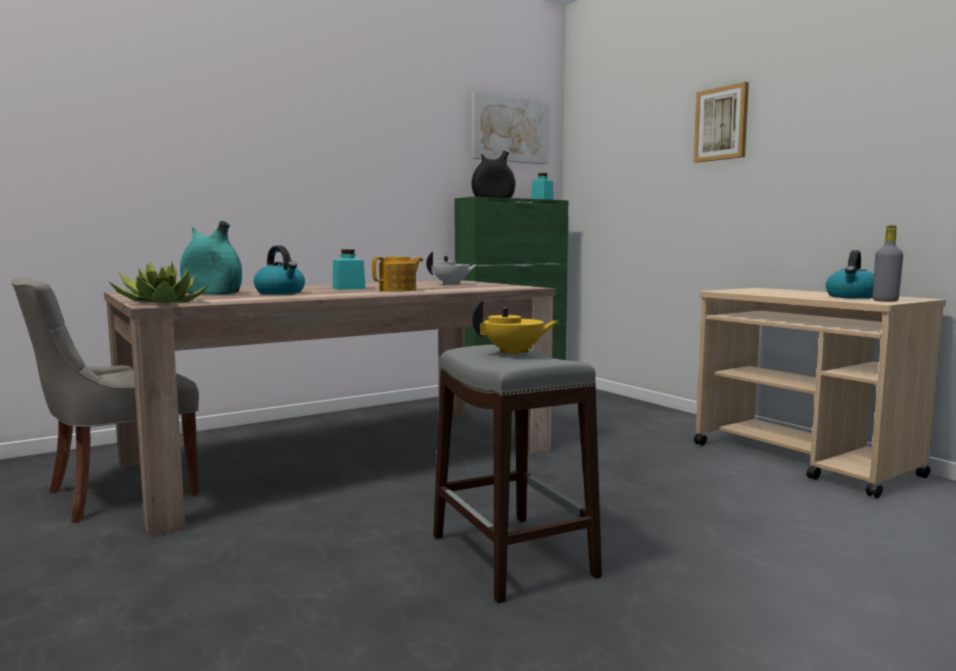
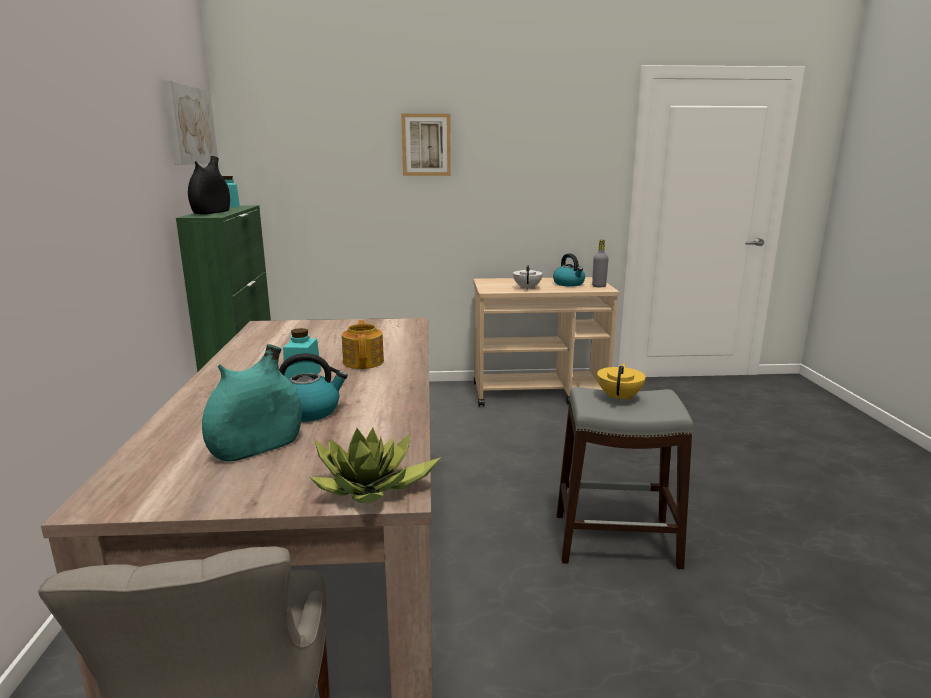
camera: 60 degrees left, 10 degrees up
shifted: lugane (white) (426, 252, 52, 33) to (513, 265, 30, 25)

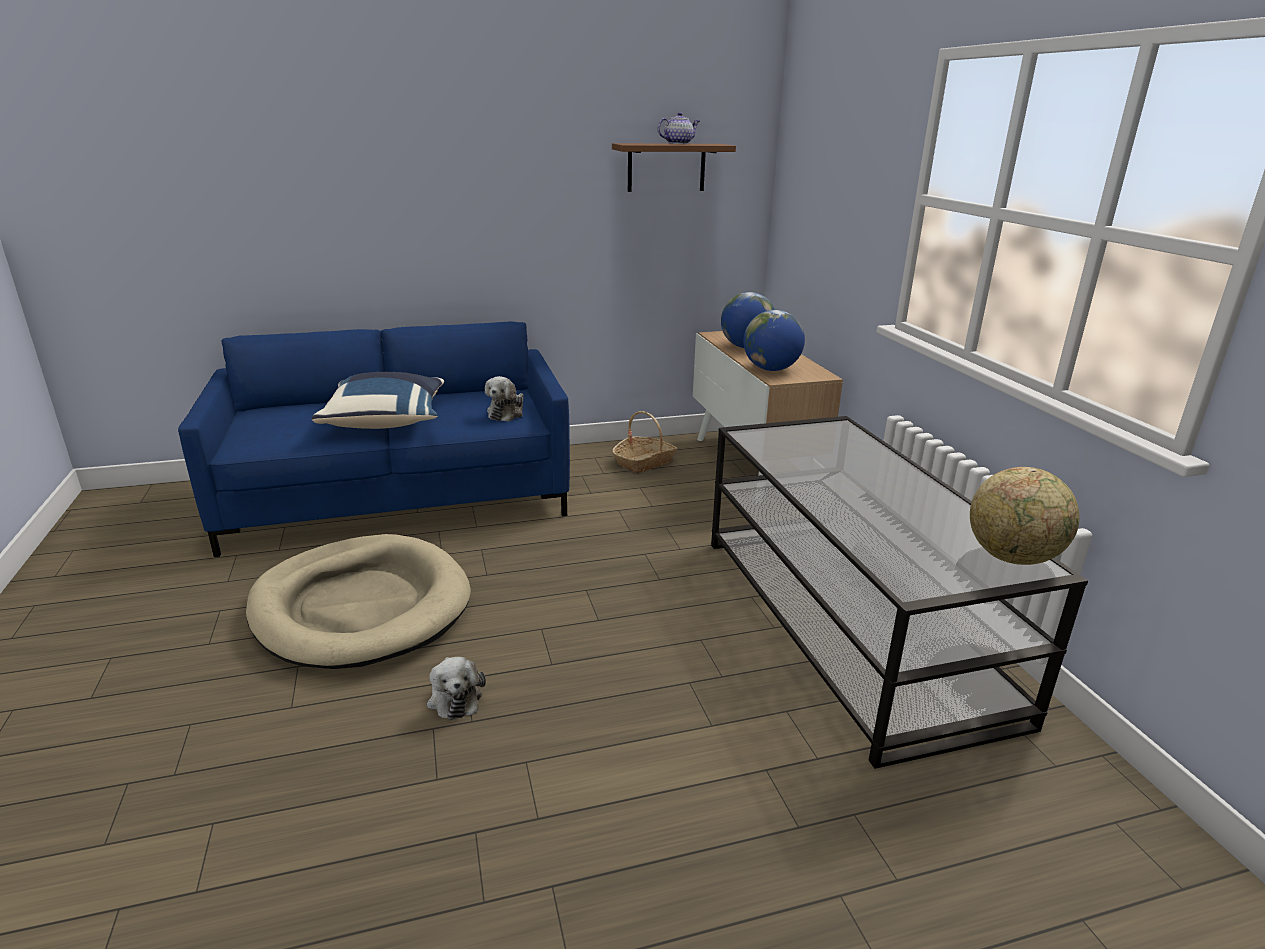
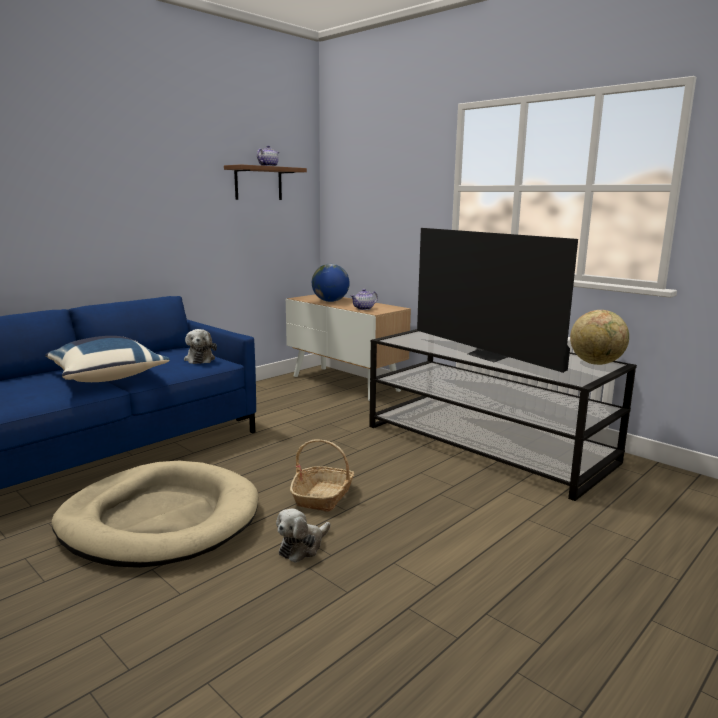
camera: 30 degrees left, 10 degrees down
new: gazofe (417, 228, 161, 145)
shifted: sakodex (612, 411, 66, 62) to (290, 439, 64, 73)
swapped: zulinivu (743, 310, 62, 61) to lugane (351, 289, 27, 21)
rotated: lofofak (427, 657, 59, 63) = (276, 508, 55, 55) 90 degrees clockwise

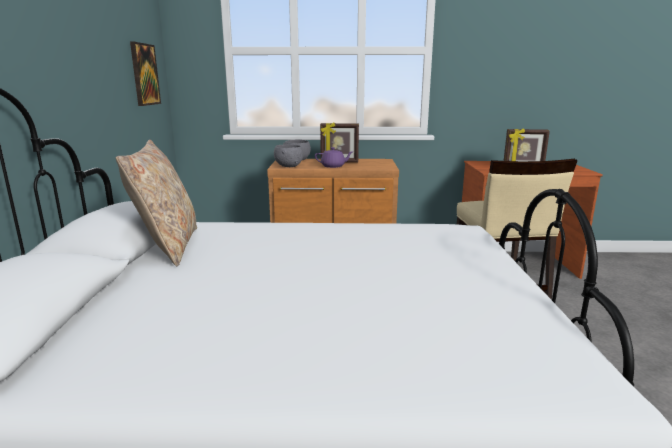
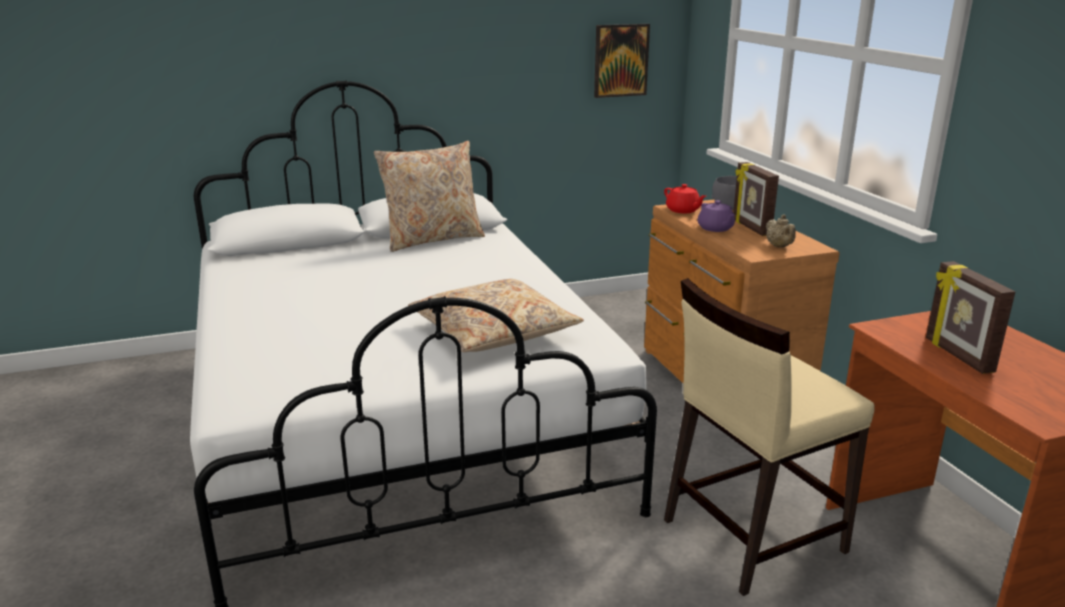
camera: 70 degrees right, 5 degrees up
new: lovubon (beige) (408, 279, 176, 73); lugane (beige) (766, 214, 30, 33)
swapped: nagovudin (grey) (274, 144, 29, 23) to lugane (red) (664, 184, 42, 29)

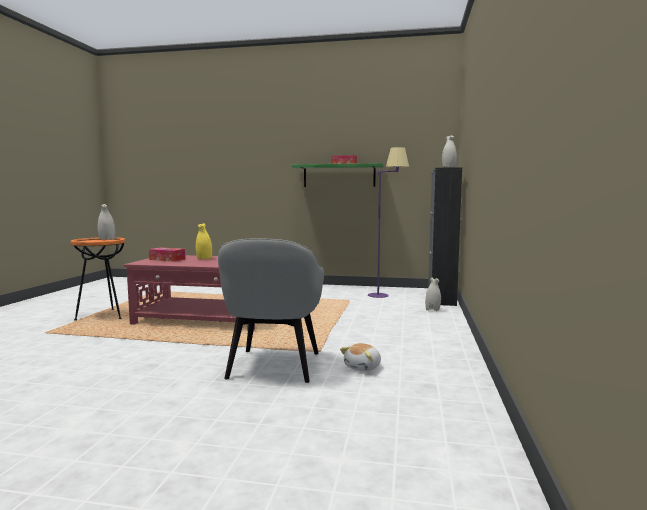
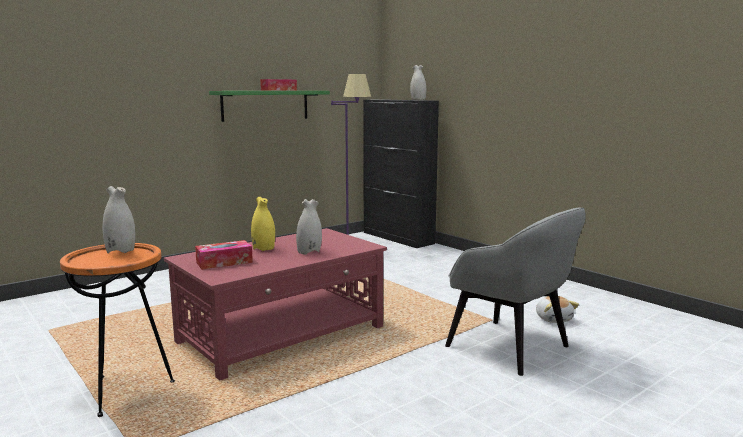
camera: 50 degrees left, 5 degrees up
shifted: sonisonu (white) (425, 278, 16, 33) to (296, 199, 26, 56)

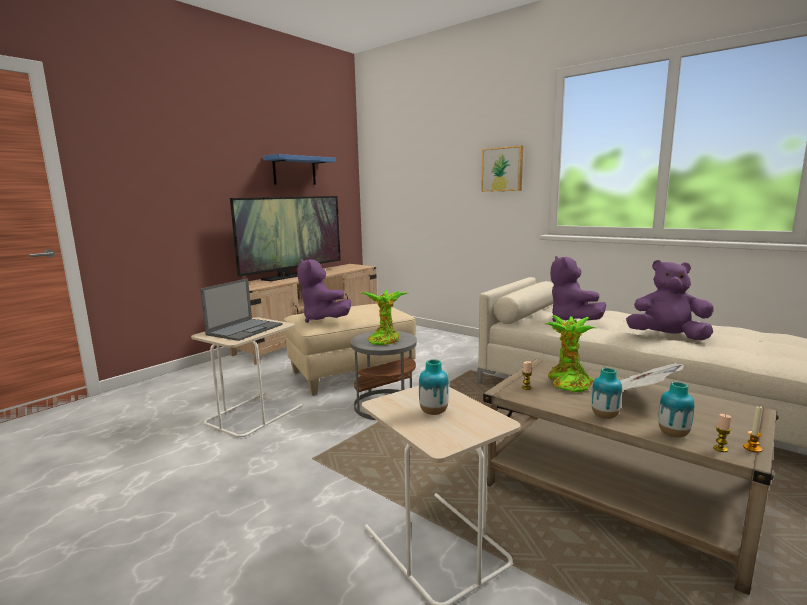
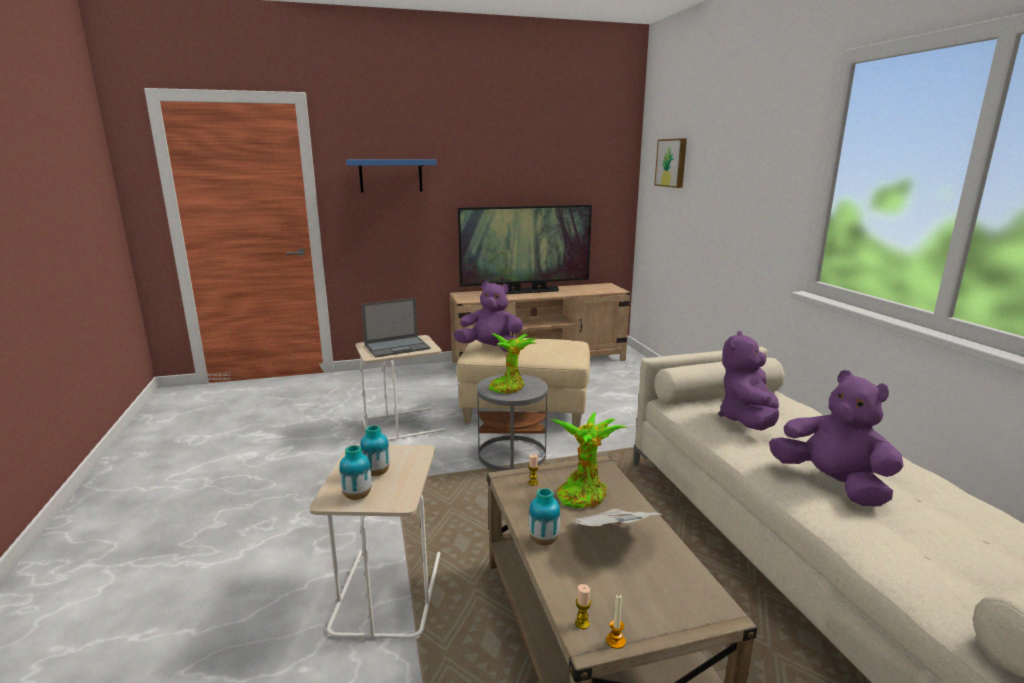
camera: 35 degrees right, 5 degrees up
shifted: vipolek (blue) (263, 154, 73, 31) to (346, 159, 91, 34); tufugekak (481, 146, 42, 46) to (654, 138, 33, 50); sonisonu (658, 382, 36, 55) to (340, 445, 32, 55)
rotated: lofofak (purple) (297, 259, 54, 64) = (453, 281, 70, 71) 105 degrees clockwise

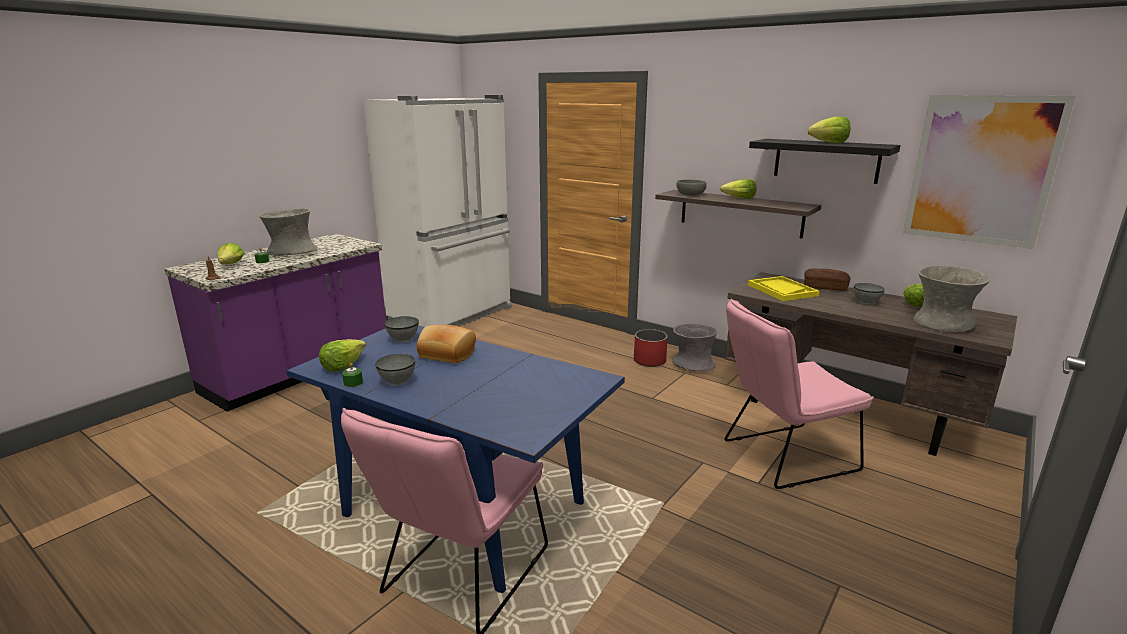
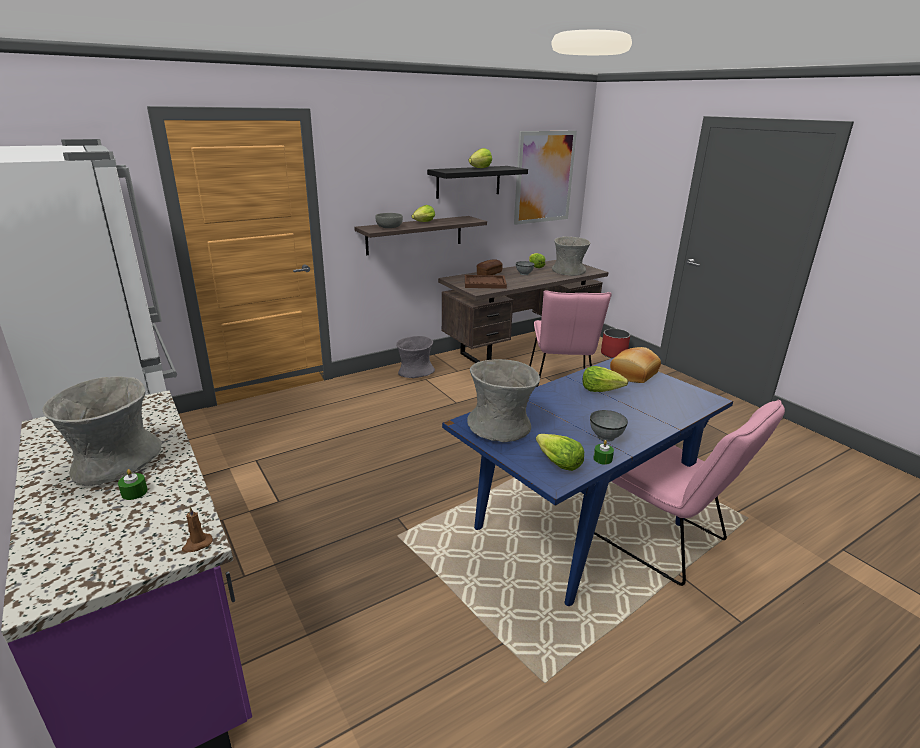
camera: 70 degrees left, 5 degrees up
shifted: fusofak (218, 243, 26, 22) to (582, 366, 46, 26); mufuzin (417, 325, 59, 38) to (610, 347, 51, 36); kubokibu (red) (634, 329, 34, 38) to (601, 329, 29, 29)
swapped: nagovudin (grey) (385, 316, 34, 27) to sonisonu (grey) (467, 359, 73, 83)
repainted: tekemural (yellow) (748, 276, 72, 25) to tekemural (brown) (465, 275, 42, 14)

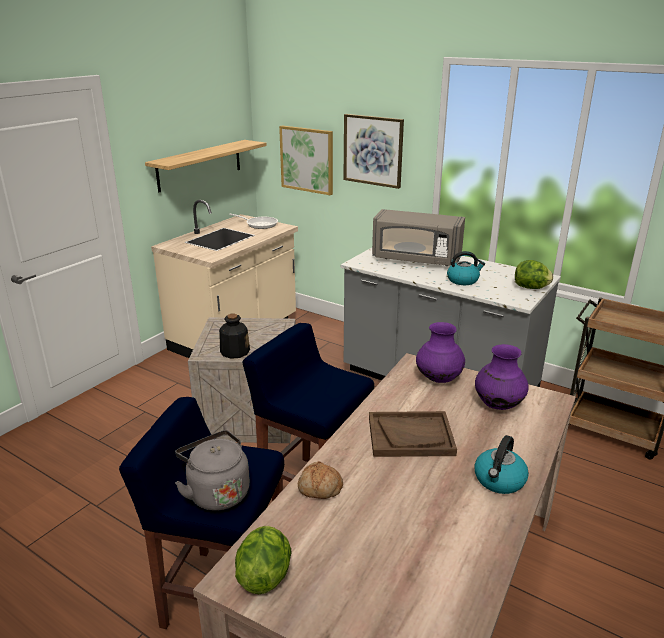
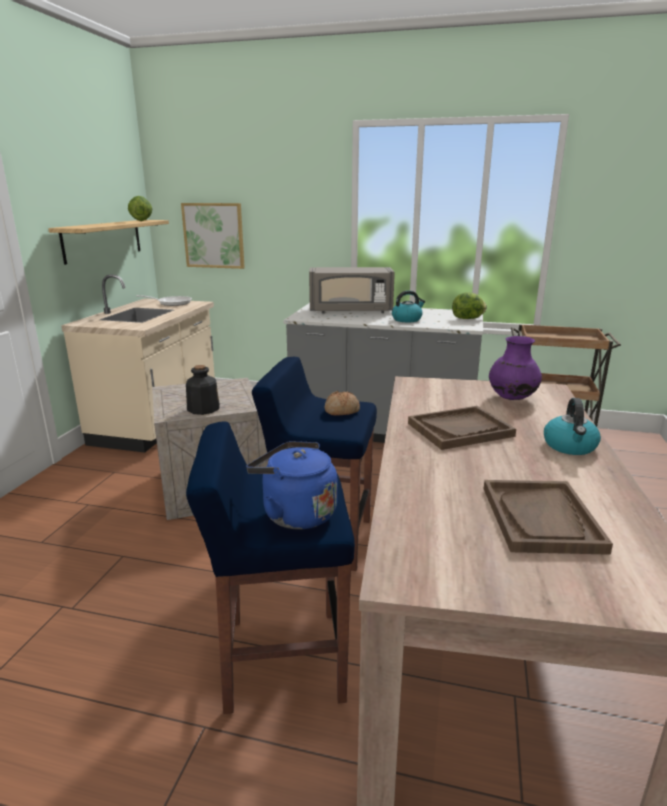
camera: 20 degrees left, 5 degrees down
gone: tufugekak (343, 114, 61, 75); sonisonu (purple) (416, 322, 49, 61)
new: tekemural (brown) (484, 480, 129, 75)
shifted: fusofak (235, 526, 56, 68) to (128, 196, 24, 25); mufuzin (297, 461, 46, 38) to (325, 391, 35, 24)
repainted: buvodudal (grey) (175, 430, 75, 81) to buvodudal (blue) (246, 441, 91, 89)

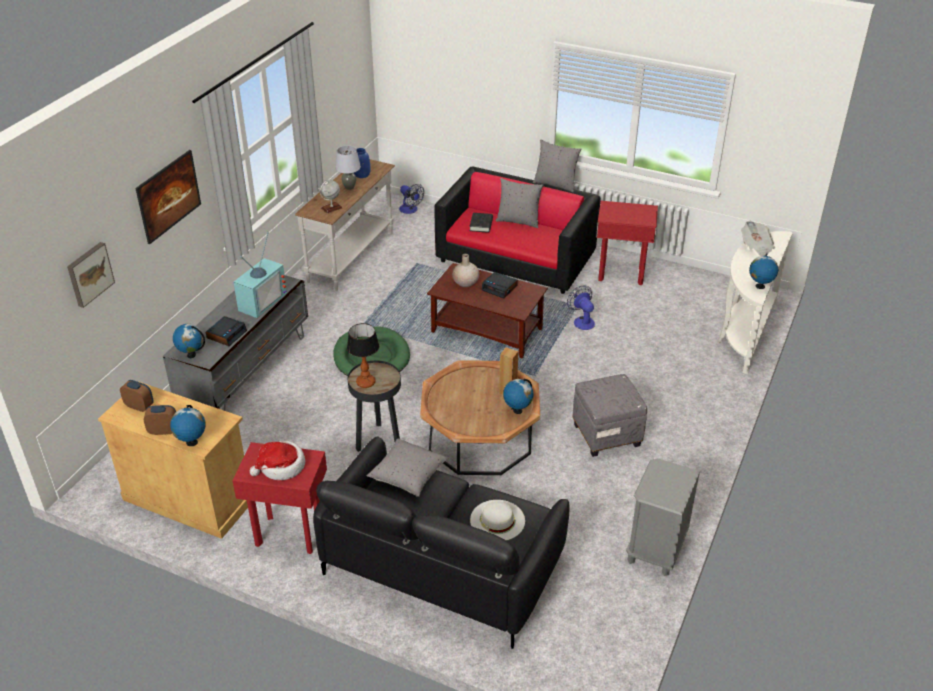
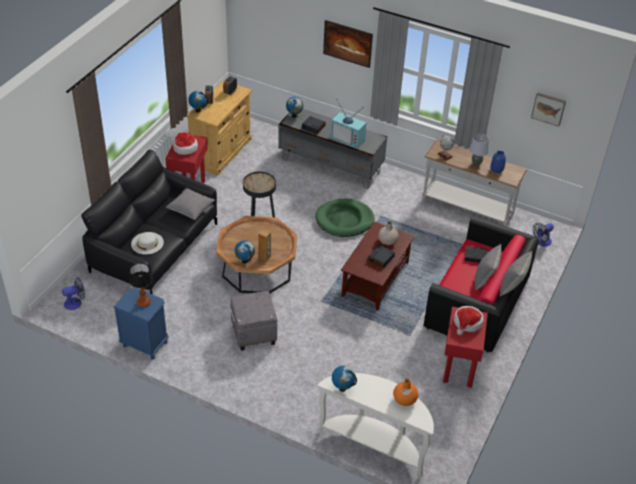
camera: 90 degrees right, 5 degrees up
new: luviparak (454, 306, 30, 29)
shifted: tufugekak (67, 242, 48, 66) to (531, 92, 35, 35); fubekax (347, 323, 32, 65) to (129, 263, 24, 44); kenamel (567, 286, 28, 44) to (62, 277, 23, 33)
swapped: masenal (741, 221, 34, 35) to sonisonu (orange) (393, 378, 25, 28)
repainted: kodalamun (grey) (626, 458, 74, 118) to kodalamun (blue) (114, 288, 55, 72)

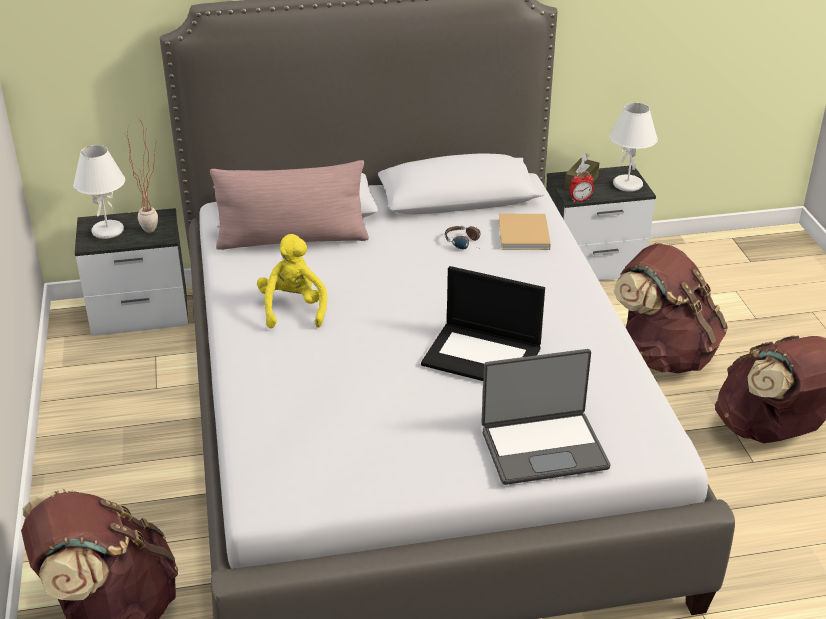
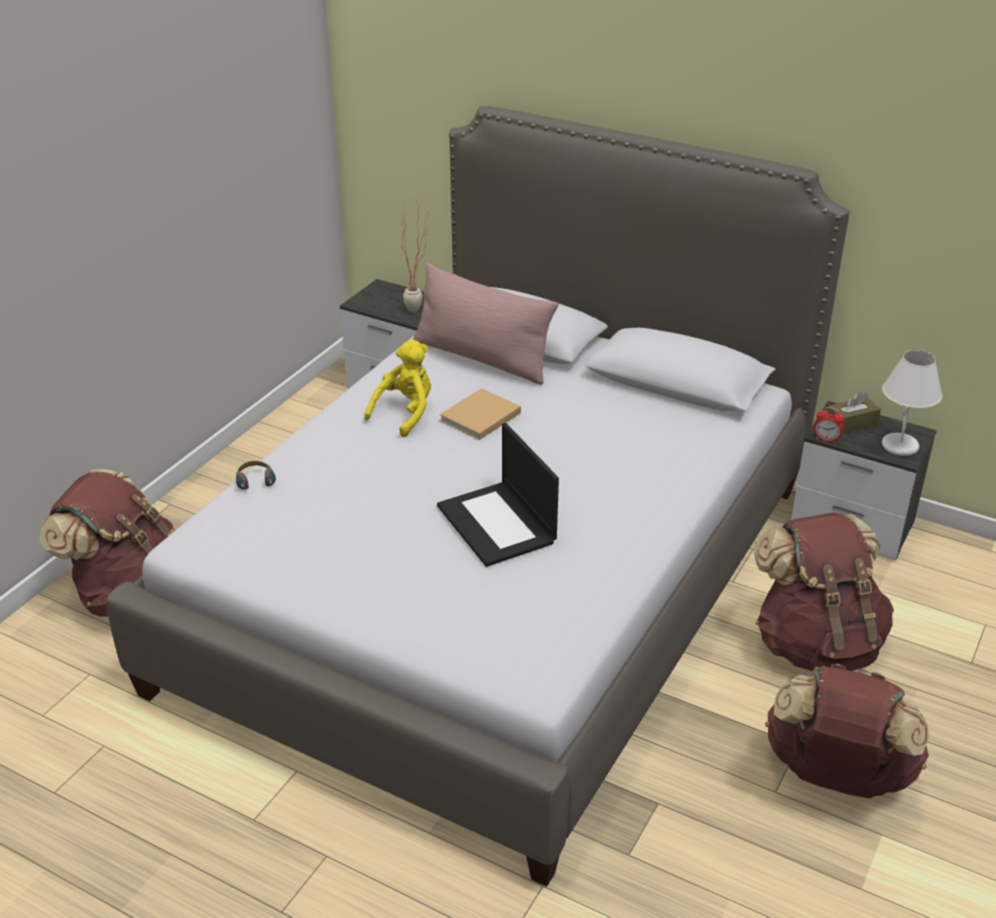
camera: 40 degrees right, 0 degrees up
gone: fubekax (white) (73, 145, 52, 94); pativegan (481, 349, 129, 136)
shifted: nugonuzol (445, 226, 36, 23) to (236, 461, 40, 31); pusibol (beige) (498, 214, 53, 36) to (440, 388, 81, 52)

